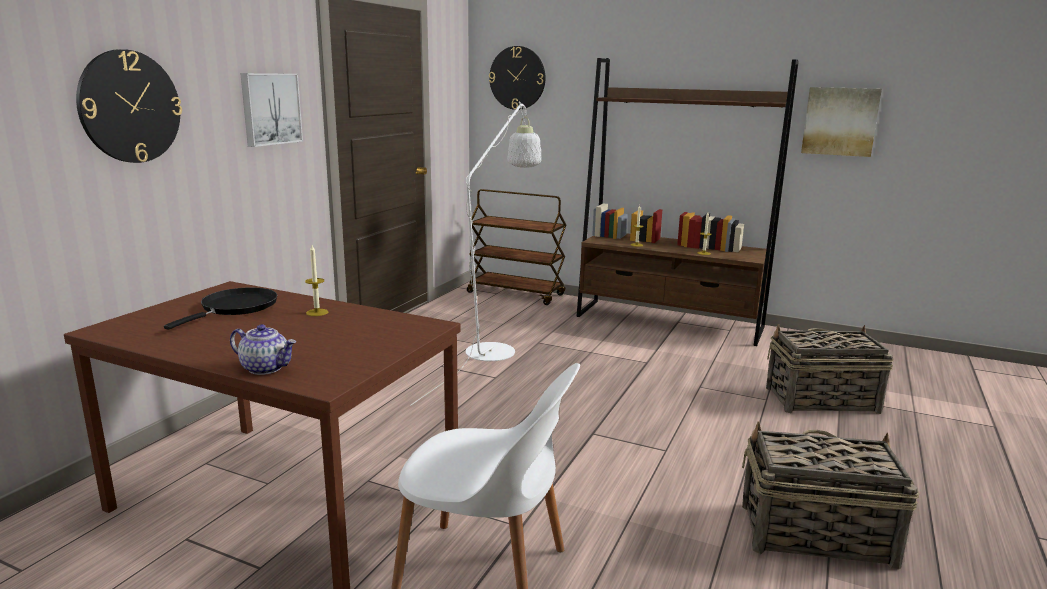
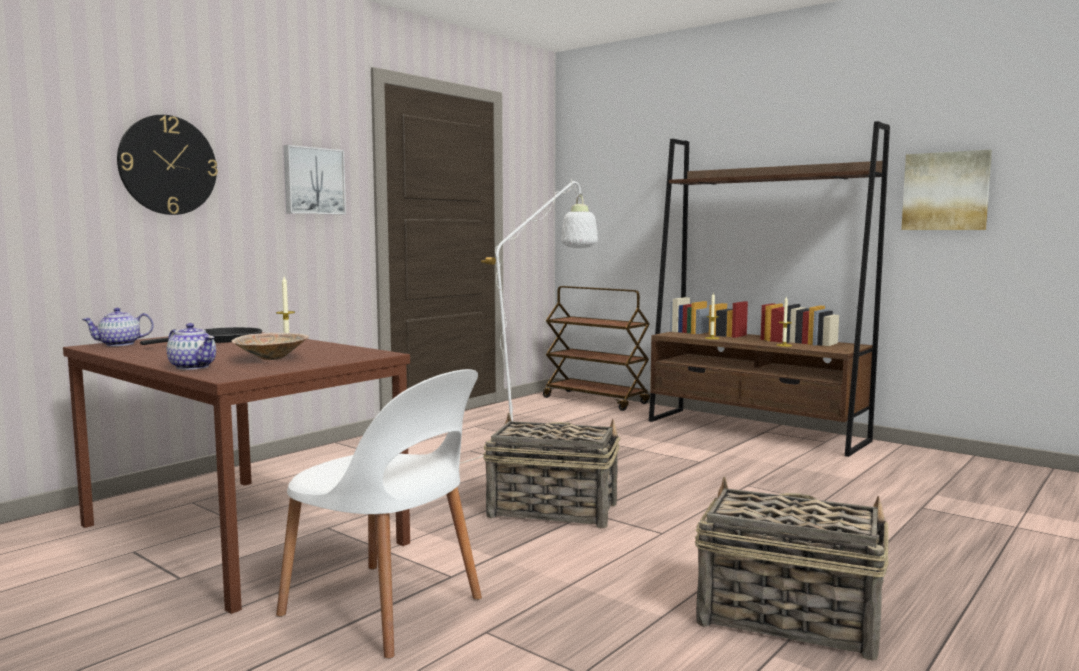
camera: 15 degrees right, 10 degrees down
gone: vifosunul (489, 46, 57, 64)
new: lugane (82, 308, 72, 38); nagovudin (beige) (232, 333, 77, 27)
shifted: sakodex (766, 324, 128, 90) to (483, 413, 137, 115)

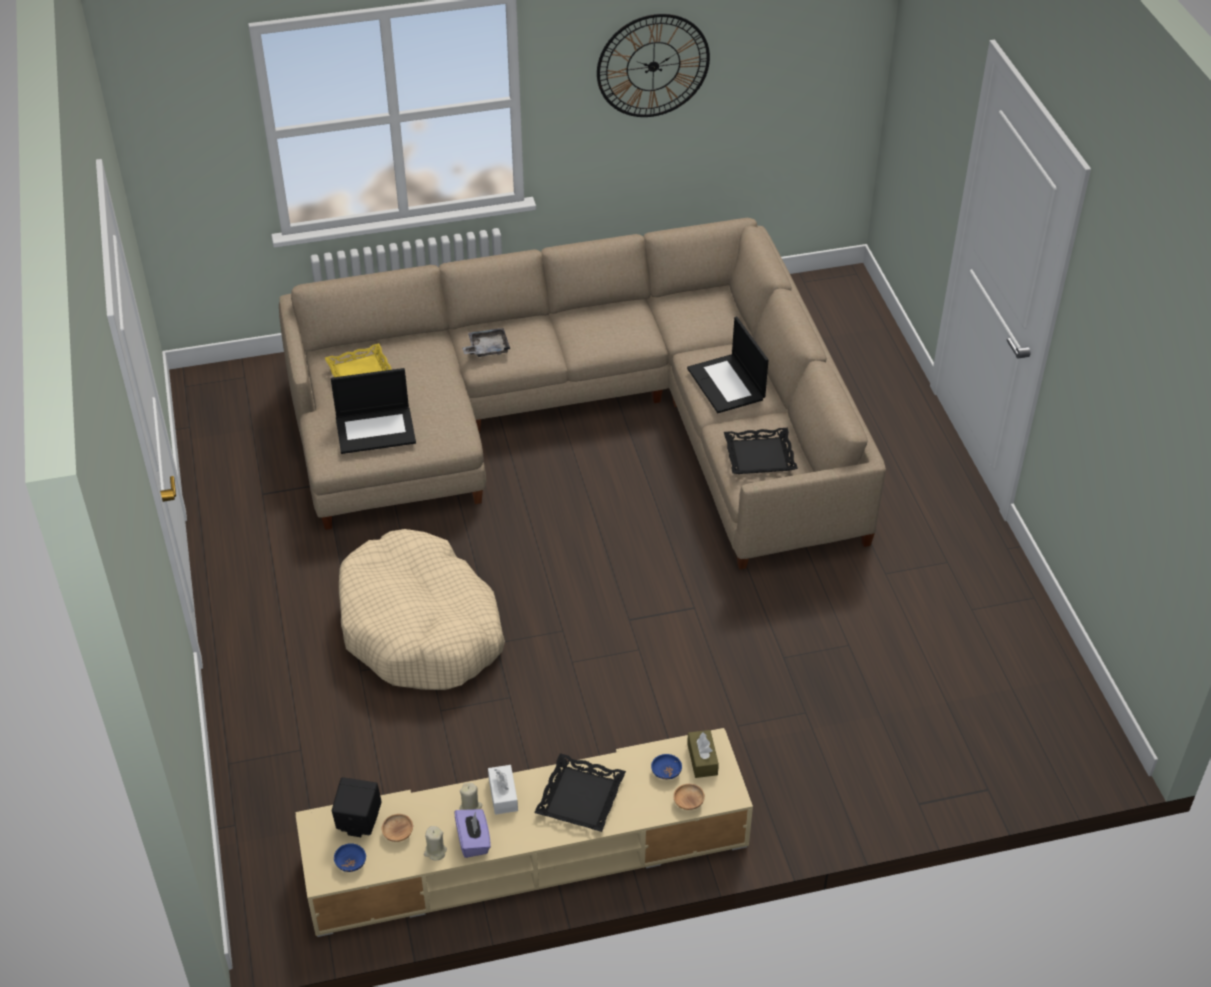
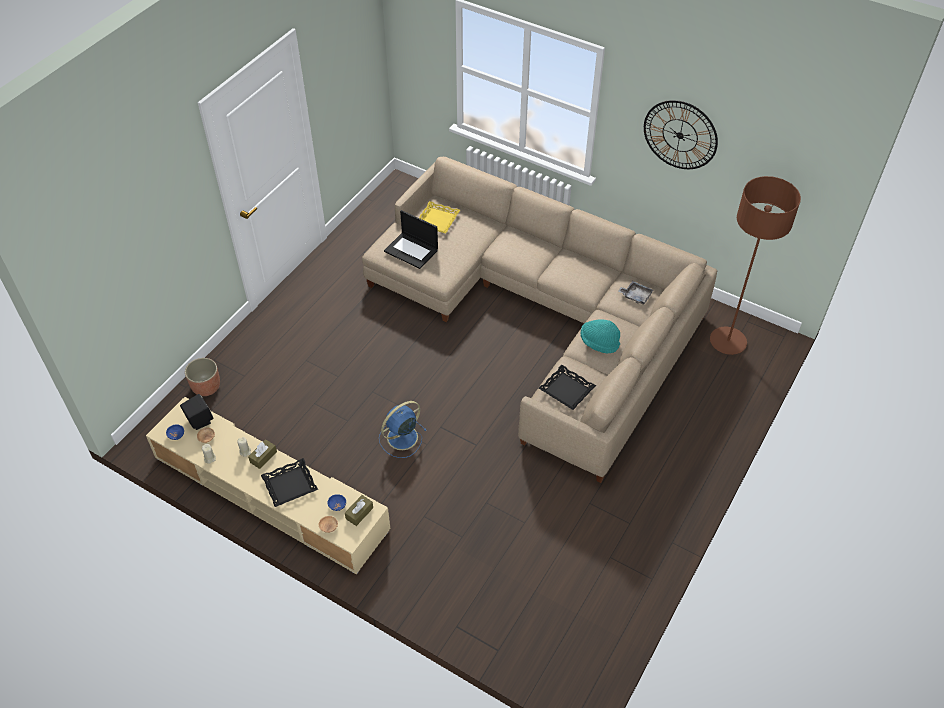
camera: 45 degrees right, 5 degrees up
gone: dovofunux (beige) (339, 529, 166, 161); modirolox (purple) (454, 809, 37, 49)
new: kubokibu (185, 358, 35, 38); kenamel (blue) (379, 401, 48, 57); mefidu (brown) (710, 176, 91, 179)
shifted: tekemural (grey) (462, 328, 48, 29) to (618, 281, 35, 24)
swapped: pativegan (687, 316, 81, 97) to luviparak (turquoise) (580, 319, 40, 34)
repainted: modirolox (white) (488, 765, 30, 50) to modirolox (brown) (248, 439, 29, 30)

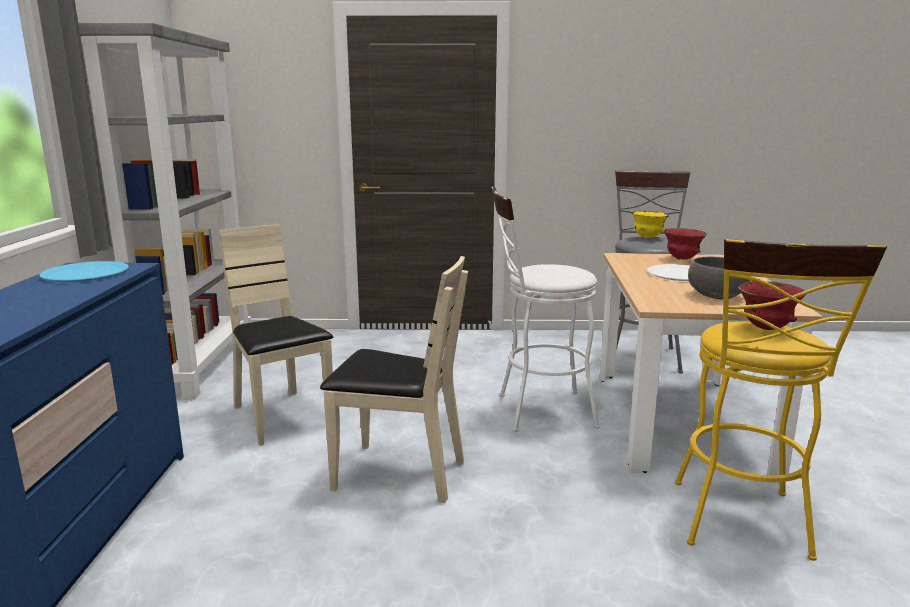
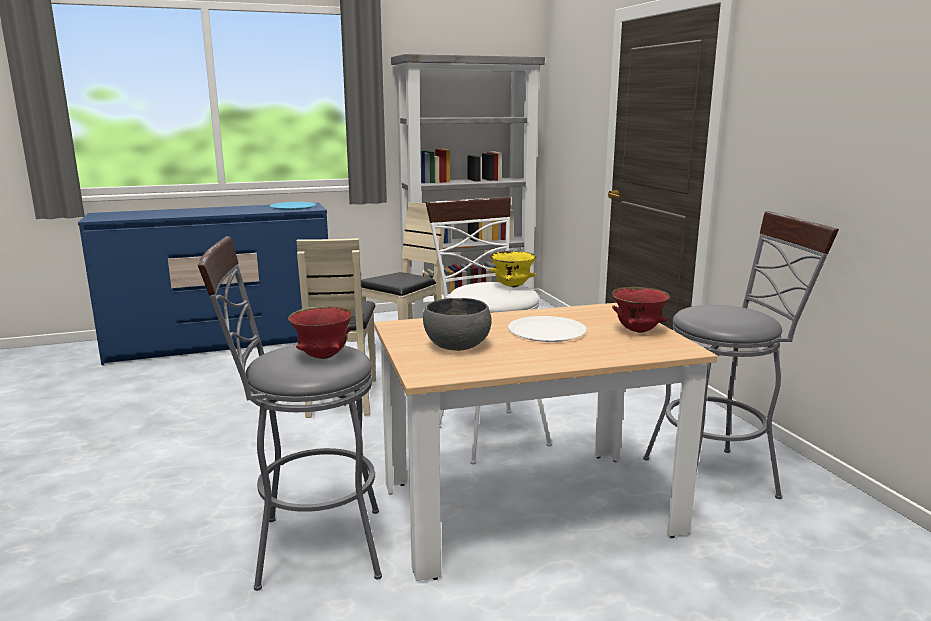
camera: 70 degrees right, 0 degrees up
shifted: nagovudin (yellow) (632, 211, 37, 27) to (490, 251, 46, 36)
repainted: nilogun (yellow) (675, 239, 212, 322) to nilogun (grey) (198, 236, 184, 355)

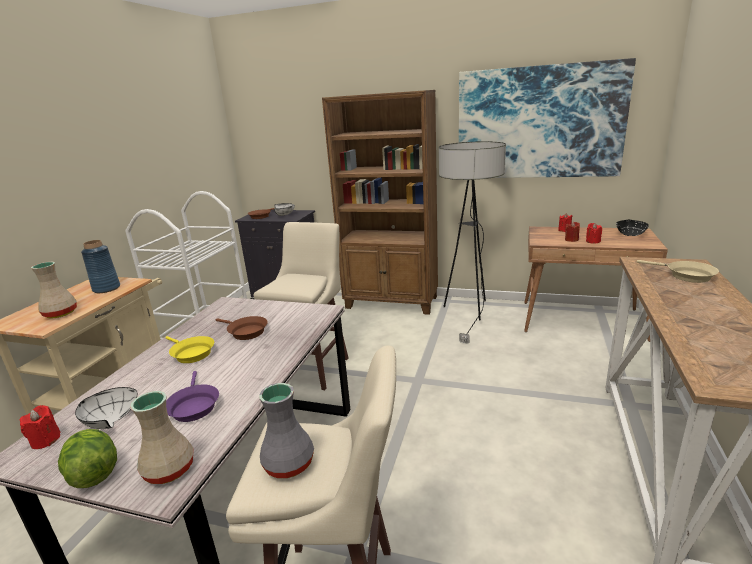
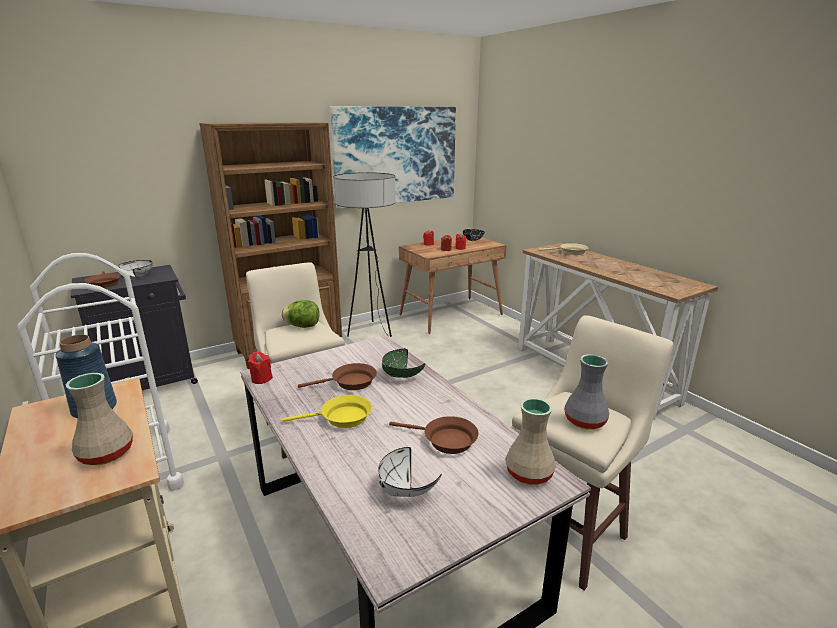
camera: 50 degrees left, 0 degrees up
new: nagovudin (green) (382, 349, 44, 29)
shifted: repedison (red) (20, 405, 40, 44) to (248, 352, 25, 32); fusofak (58, 429, 59, 59) to (281, 300, 38, 28)
repainted: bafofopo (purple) (166, 371, 53, 51) to bafofopo (brown) (389, 416, 90, 38)

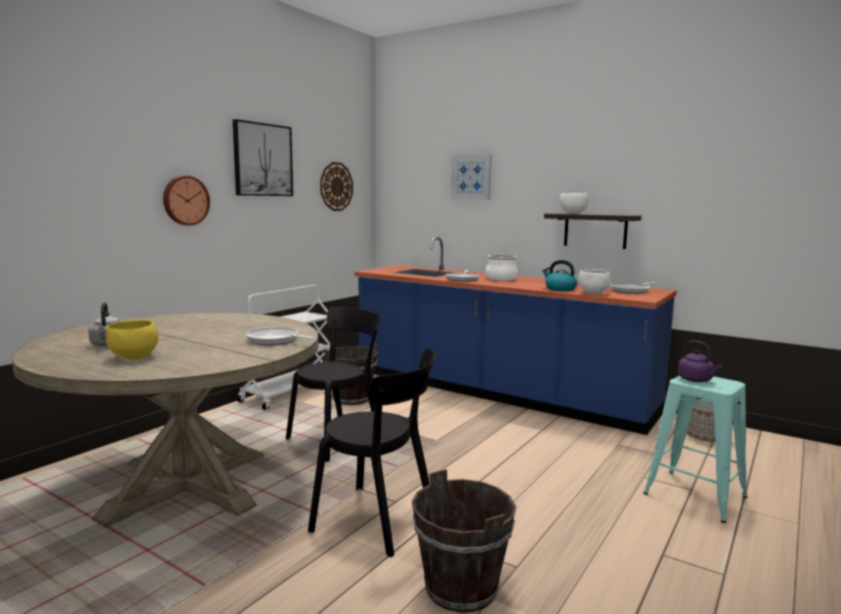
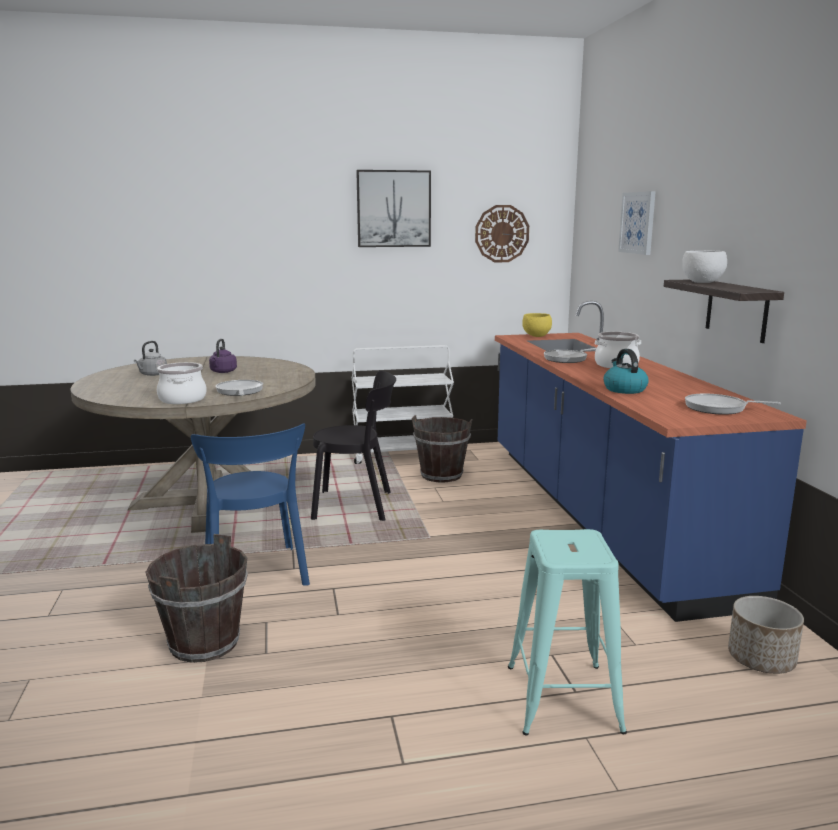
camera: 45 degrees right, 5 degrees up
gone: vifosunul (163, 176, 47, 50); nagovudin (white) (578, 269, 33, 25)
new: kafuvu (157, 362, 50, 42)
shifted: nagovudin (yellow) (106, 320, 52, 40) to (522, 313, 30, 24); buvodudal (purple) (678, 340, 44, 42) to (209, 339, 28, 34)
repainted: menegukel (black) (308, 348, 128, 209) to menegukel (blue) (191, 423, 119, 163)

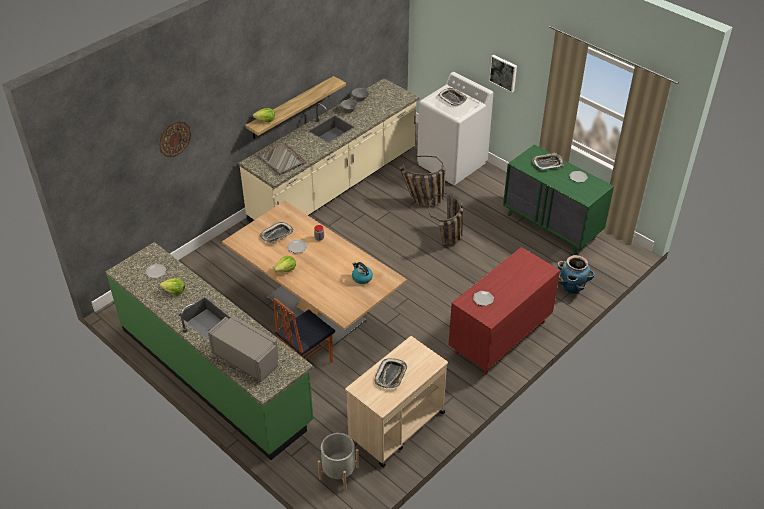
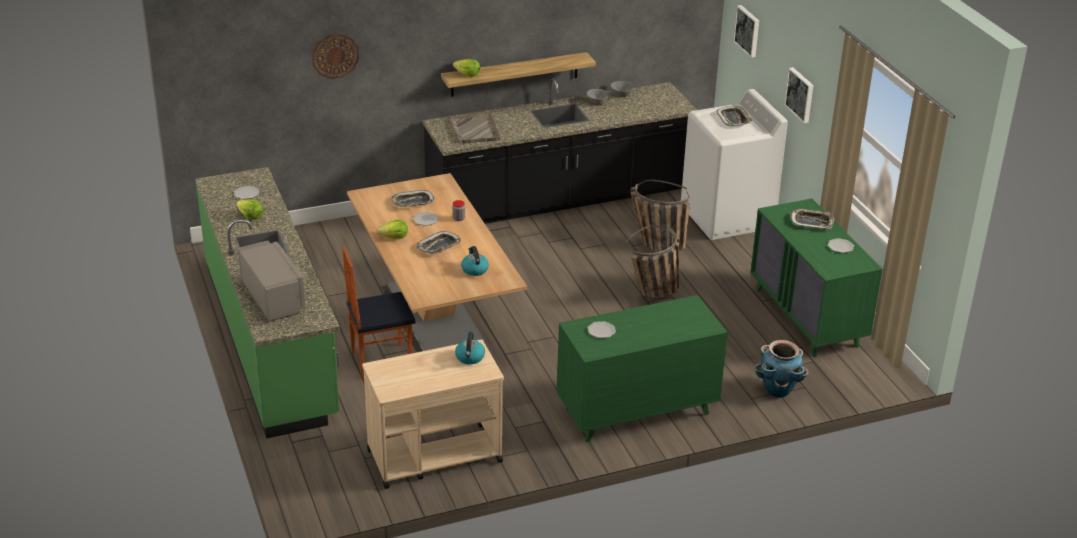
camera: 25 degrees right, 10 degrees down
gone: kubokibu (grey) (318, 433, 41, 57)
new: buvodudal (455, 332, 30, 32); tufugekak (733, 5, 26, 53)
shifted: tekemural (374, 358, 33, 30) to (416, 231, 45, 23)
repainted: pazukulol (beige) (239, 79, 180, 144) to pazukulol (black) (423, 78, 274, 146); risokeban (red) (448, 247, 112, 128) to risokeban (green) (557, 295, 171, 147)

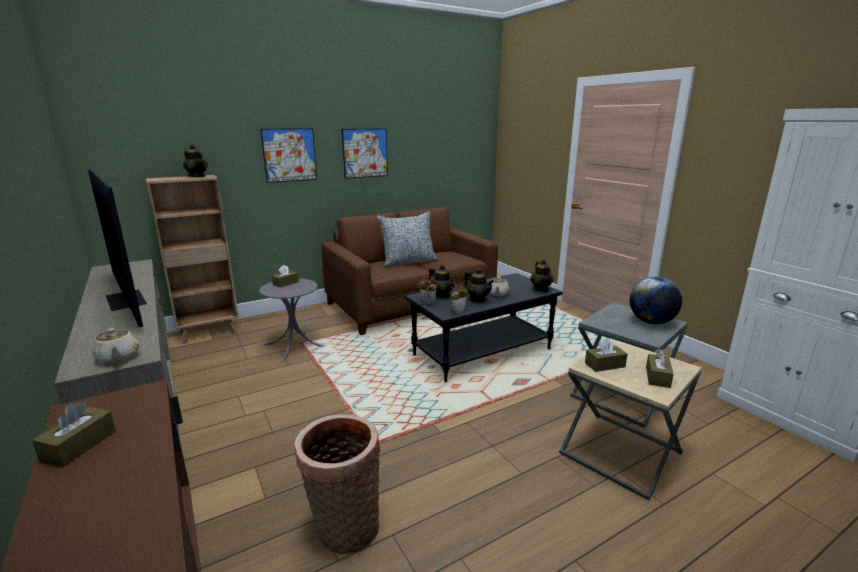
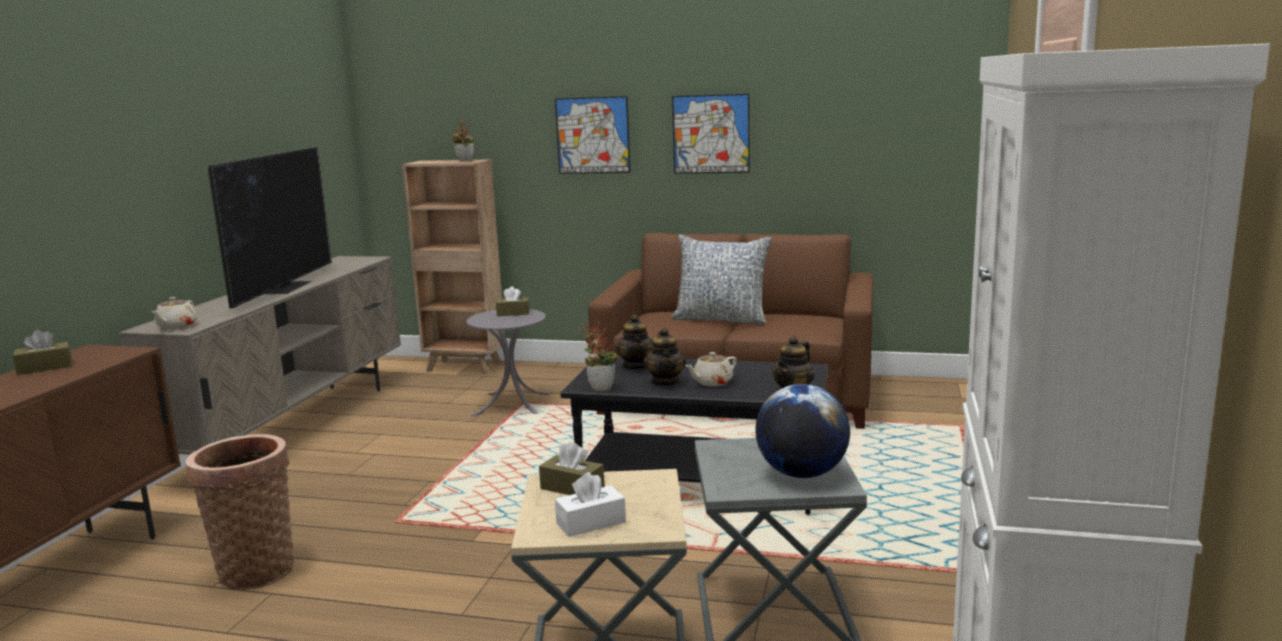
camera: 45 degrees right, 5 degrees down
swapped: lugane (183, 144, 25, 33) to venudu (451, 120, 23, 41)
repainted: modirolox (brown) (646, 349, 28, 39) to modirolox (white) (555, 472, 71, 65)

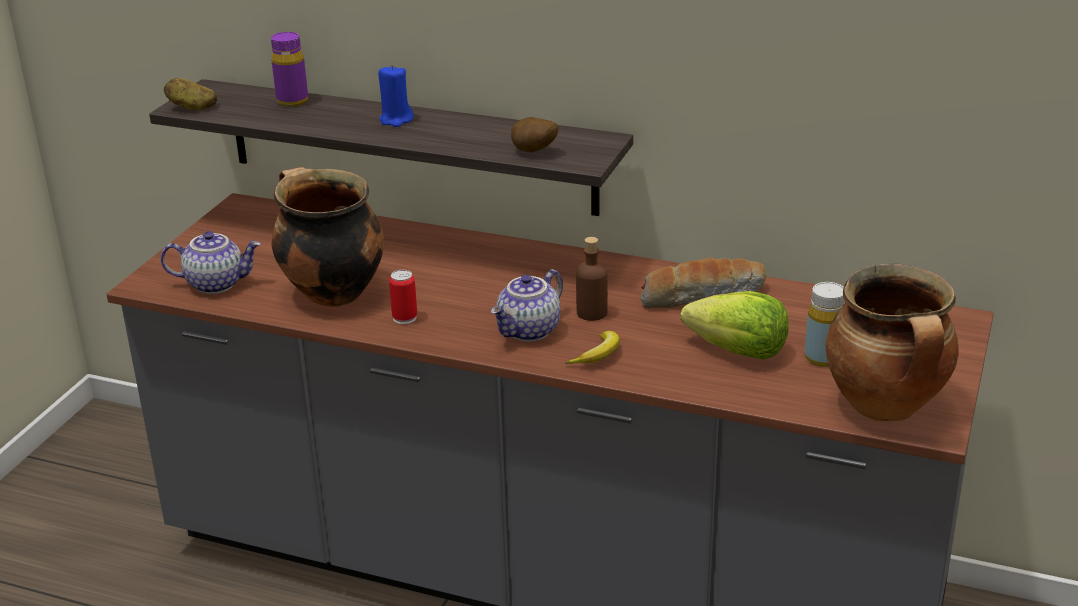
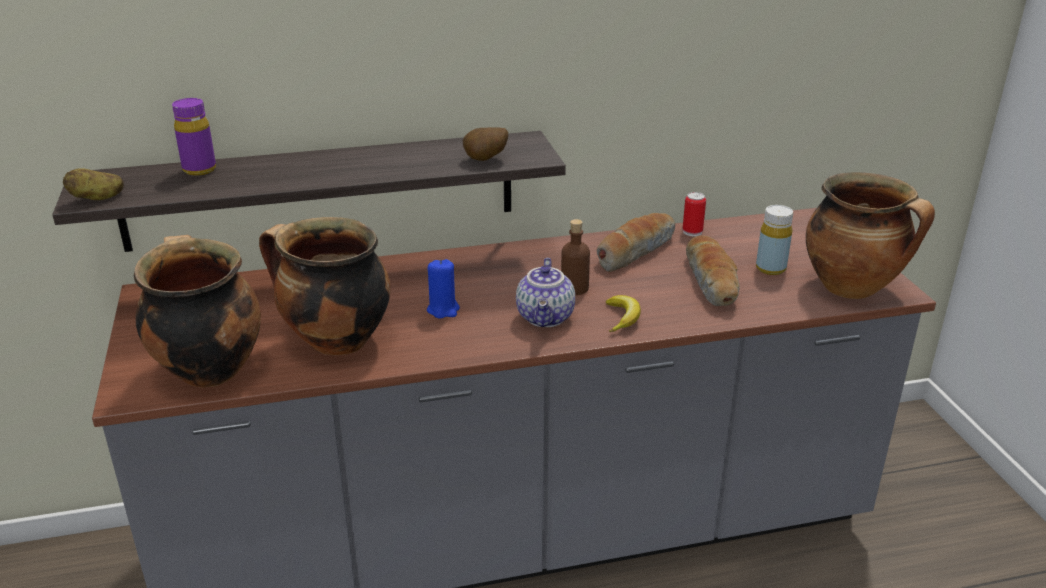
camera: 35 degrees left, 0 degrees up
shifted: repedison (blue) (378, 65, 36, 62) to (427, 259, 33, 60); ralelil (389, 270, 28, 54) to (683, 192, 23, 44)
swapped: lugane (161, 231, 100, 63) to kafuvu (134, 235, 127, 153); fusofak (680, 291, 108, 69) to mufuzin (686, 235, 54, 71)

